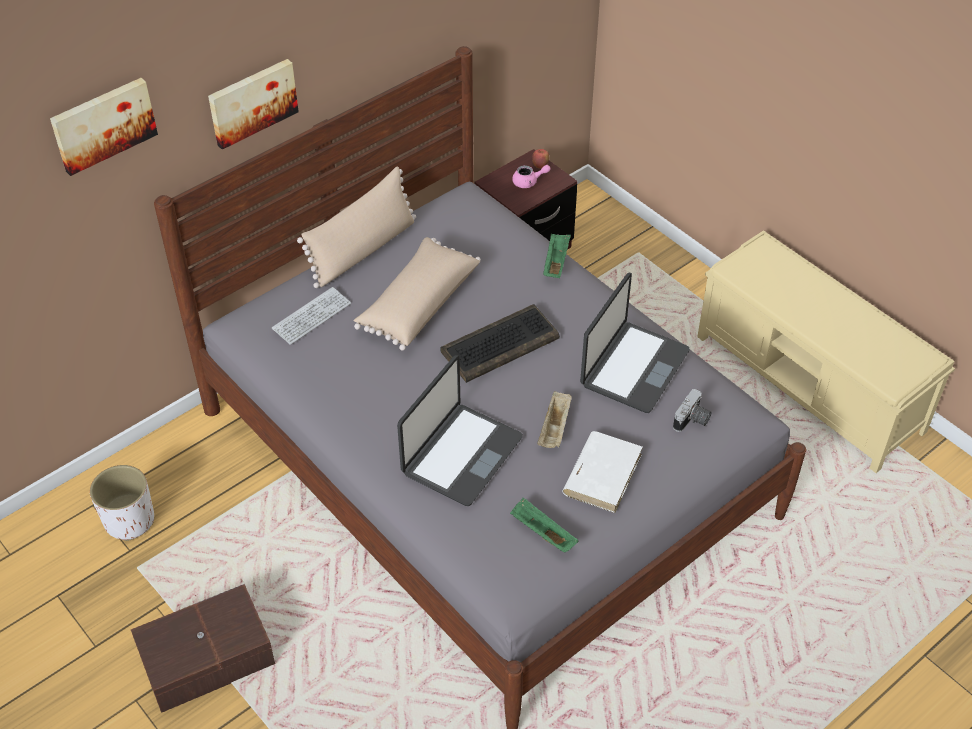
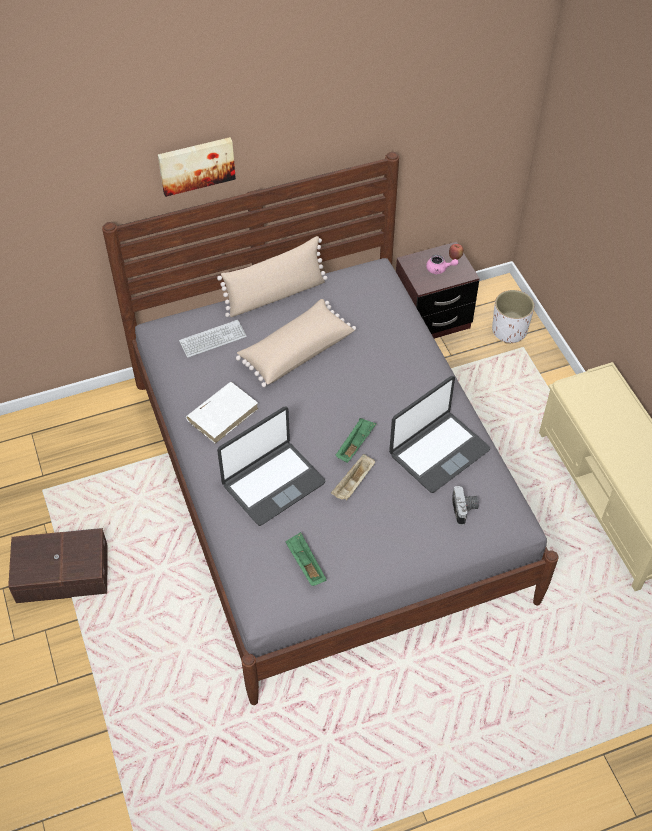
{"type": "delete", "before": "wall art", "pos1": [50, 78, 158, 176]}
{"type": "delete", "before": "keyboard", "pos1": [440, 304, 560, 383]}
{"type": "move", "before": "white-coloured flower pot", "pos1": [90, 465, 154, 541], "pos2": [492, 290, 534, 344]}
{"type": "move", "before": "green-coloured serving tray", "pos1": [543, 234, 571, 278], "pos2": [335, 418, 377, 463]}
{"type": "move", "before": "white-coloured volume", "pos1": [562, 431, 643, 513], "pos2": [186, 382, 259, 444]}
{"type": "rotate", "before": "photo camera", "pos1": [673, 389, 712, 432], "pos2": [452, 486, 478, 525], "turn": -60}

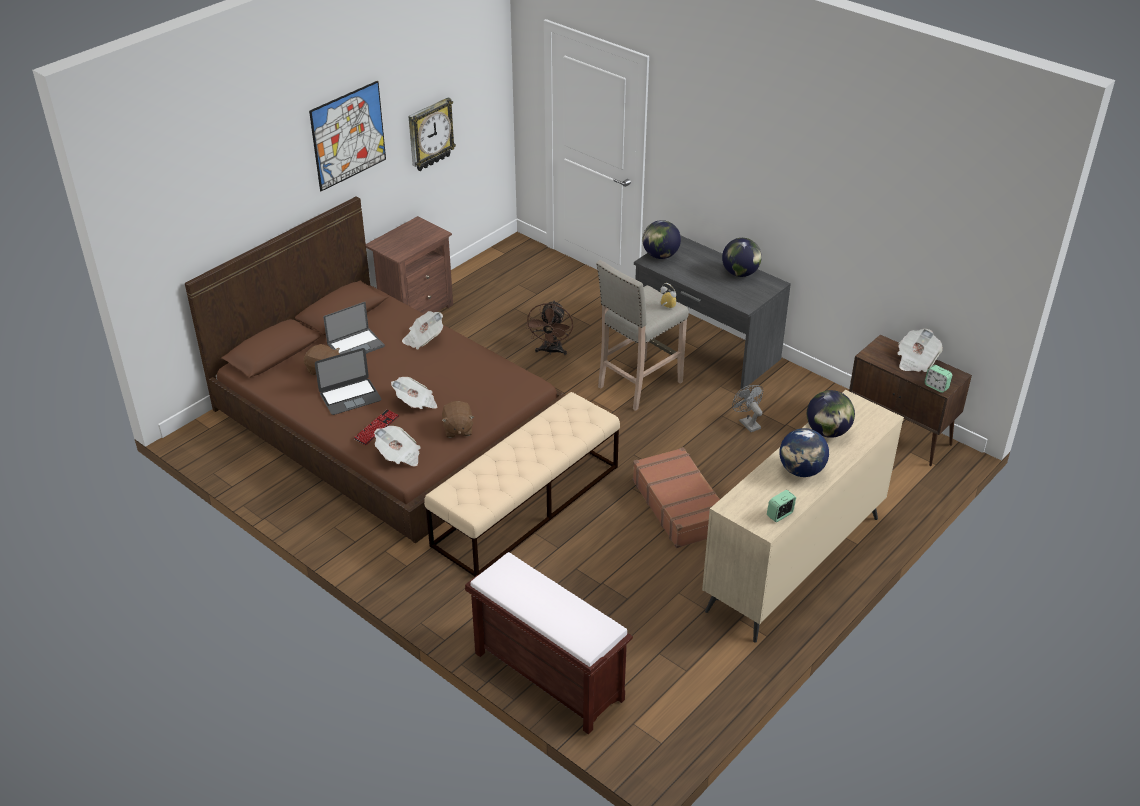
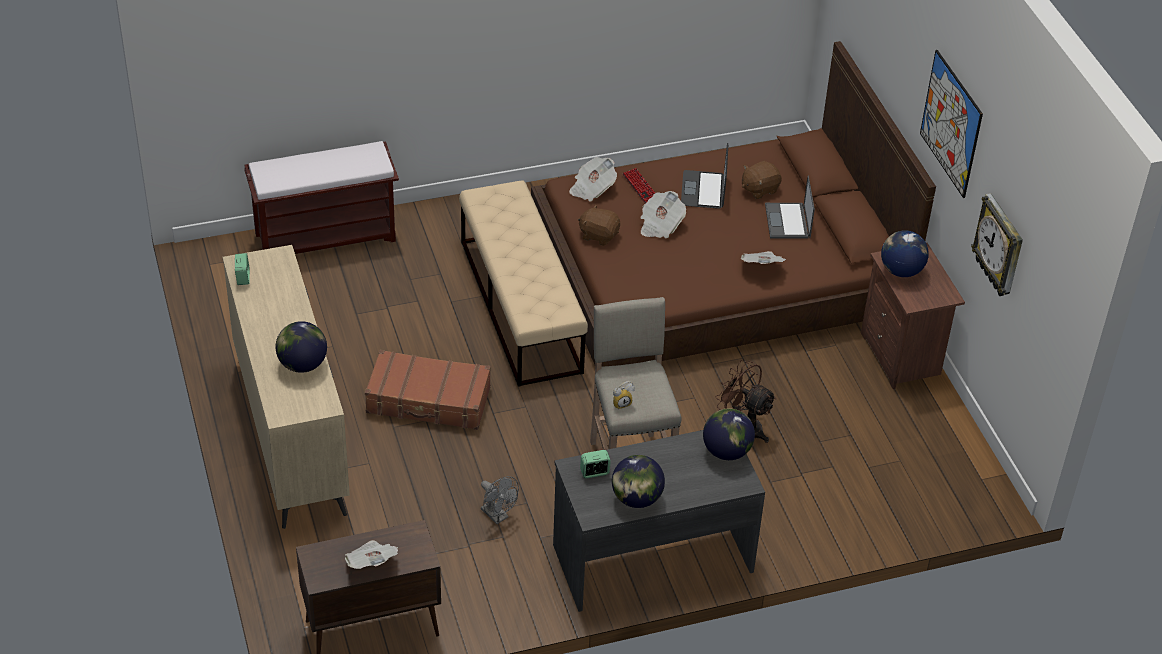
{"type": "move", "before": "world globe", "pos1": [780, 428, 829, 477], "pos2": [881, 230, 929, 277]}
{"type": "move", "before": "table clock", "pos1": [925, 365, 952, 393], "pos2": [580, 450, 611, 478]}
{"type": "rotate", "before": "gray cooling fan", "pos1": [732, 385, 763, 432], "pos2": [481, 476, 519, 524], "turn": 45}

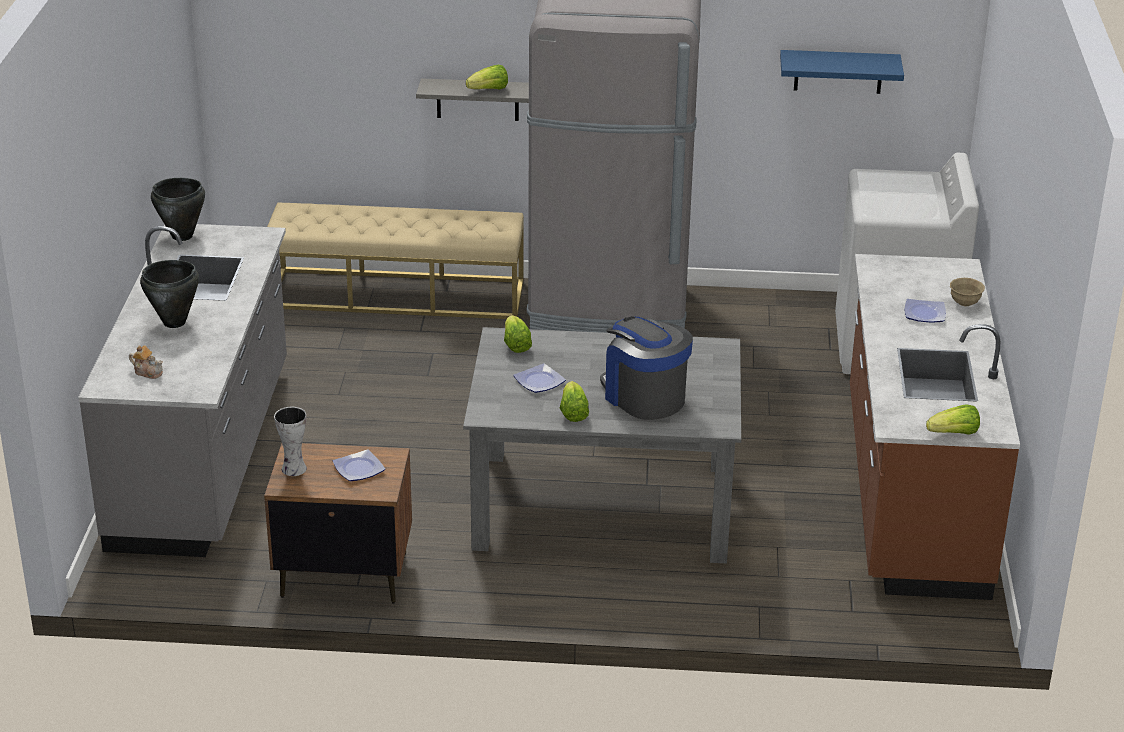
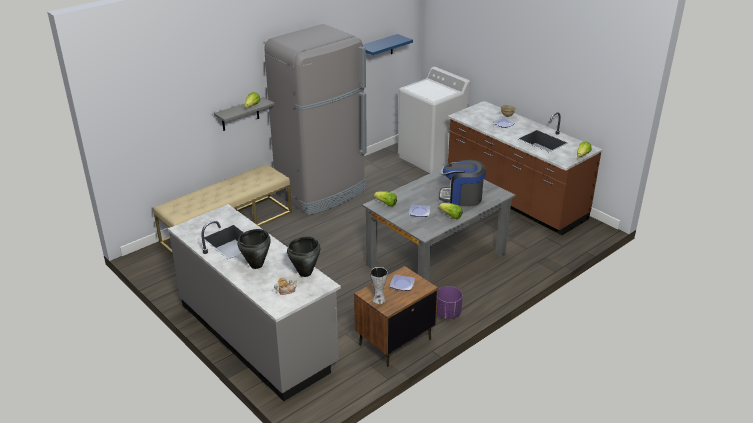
{"type": "insert", "after": "purplish flower pot", "pos2": [437, 286, 463, 319]}
{"type": "move", "before": "black stockpot", "pos1": [151, 178, 205, 241], "pos2": [287, 237, 320, 277]}

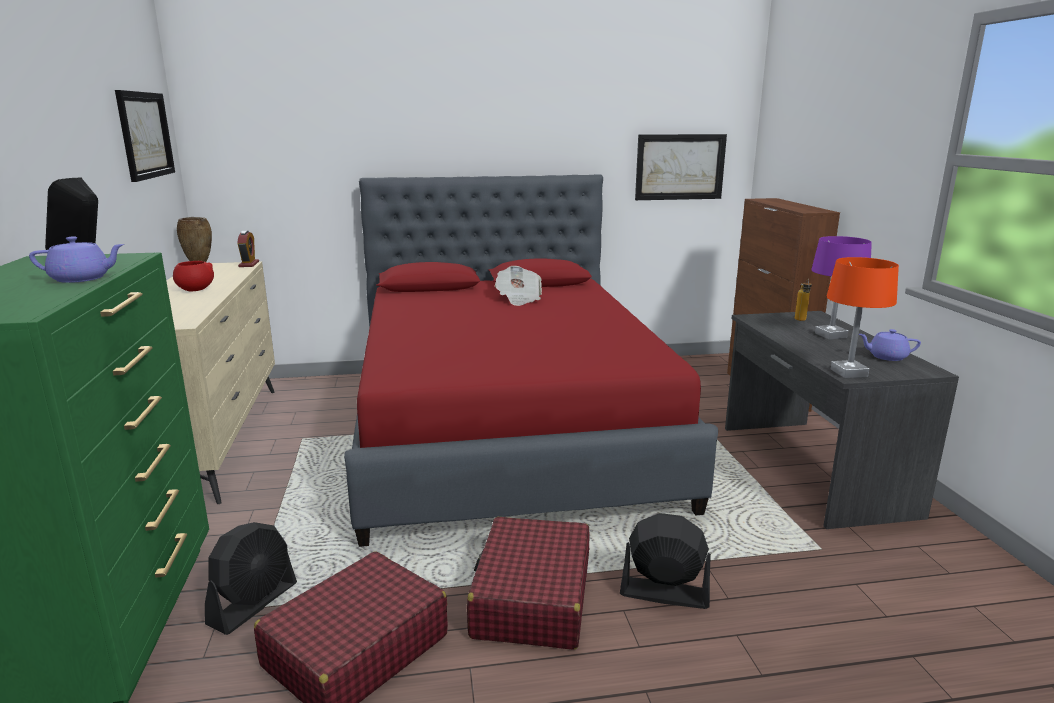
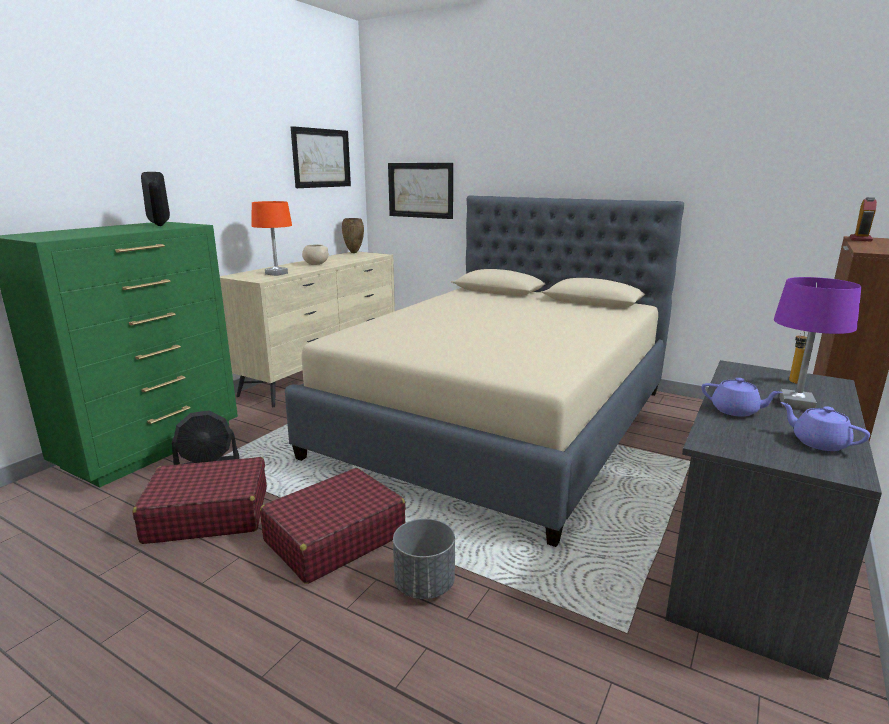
{"type": "delete", "before": "daily paper", "pos1": [495, 266, 542, 306]}
{"type": "move", "before": "purplish pot for tea", "pos1": [29, 236, 124, 283], "pos2": [702, 378, 783, 417]}
{"type": "move", "before": "table clock", "pos1": [237, 231, 259, 267], "pos2": [850, 197, 877, 242]}
{"type": "move", "before": "wall art", "pos1": [635, 134, 727, 200], "pos2": [388, 163, 453, 219]}
{"type": "move", "before": "orange table lamp", "pos1": [827, 257, 899, 378], "pos2": [252, 201, 292, 276]}
{"type": "replace", "before": "black cooling fan", "after": "gray flower pot", "pos1": [620, 513, 711, 609], "pos2": [393, 519, 455, 599]}
{"type": "recolor", "before": "reddish deep dish", "after": "beige deep dish", "pos1": [173, 261, 214, 291], "pos2": [302, 245, 329, 265]}
{"type": "recolor", "before": "reddish bed", "after": "beige bed", "pos1": [344, 175, 718, 547], "pos2": [285, 195, 684, 547]}

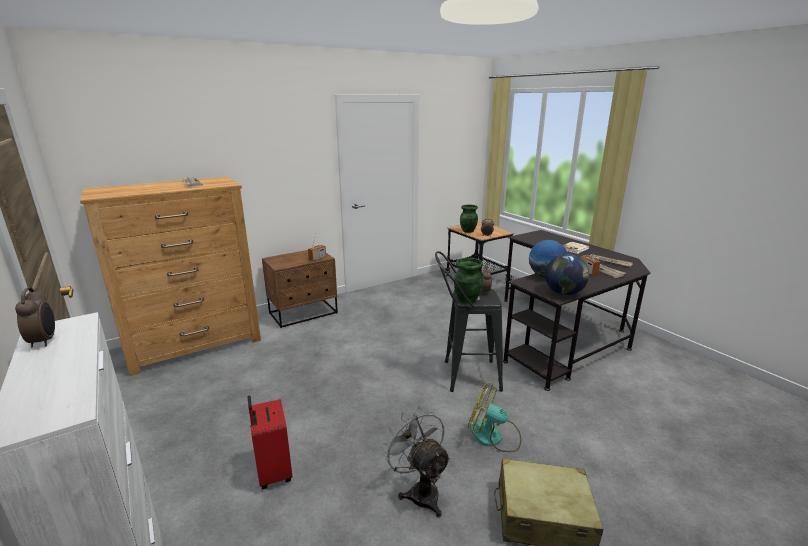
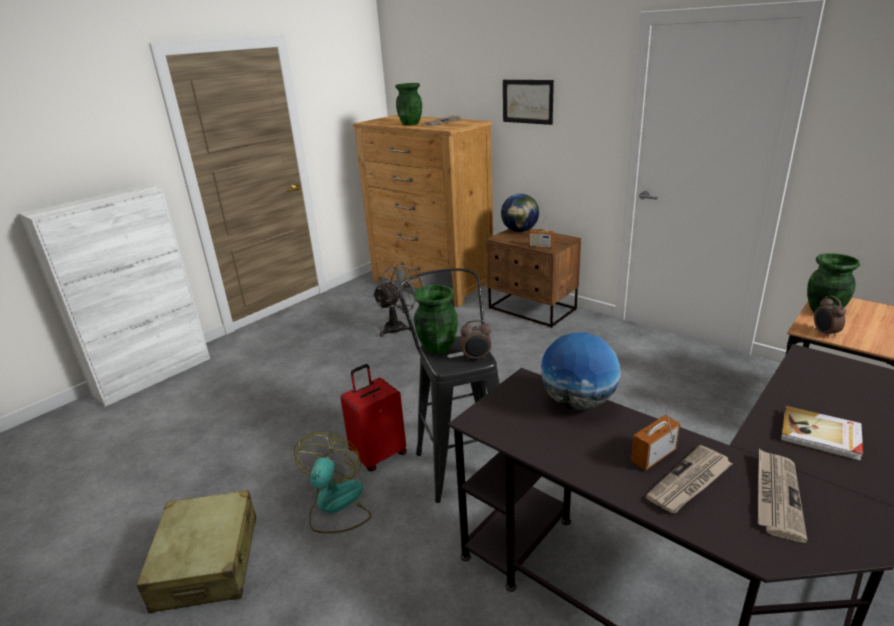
{"type": "delete", "before": "table clock", "pos1": [15, 287, 55, 347]}
{"type": "insert", "after": "green-coloured flower vase", "pos2": [395, 83, 422, 125]}
{"type": "insert", "after": "wall art", "pos2": [503, 80, 554, 125]}
{"type": "move", "before": "reddish piece of luggage", "pos1": [247, 396, 293, 489], "pos2": [340, 364, 407, 471]}
{"type": "move", "before": "gray cooling fan", "pos1": [381, 406, 451, 517], "pos2": [372, 264, 419, 337]}
{"type": "move", "before": "world globe", "pos1": [545, 254, 589, 295], "pos2": [501, 194, 539, 232]}

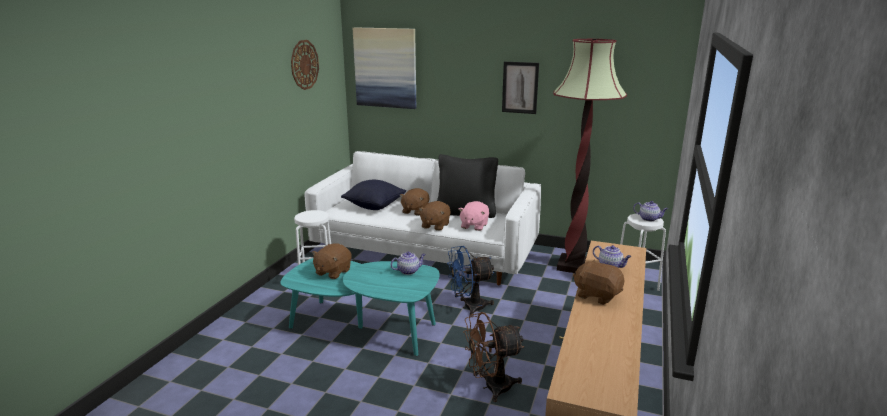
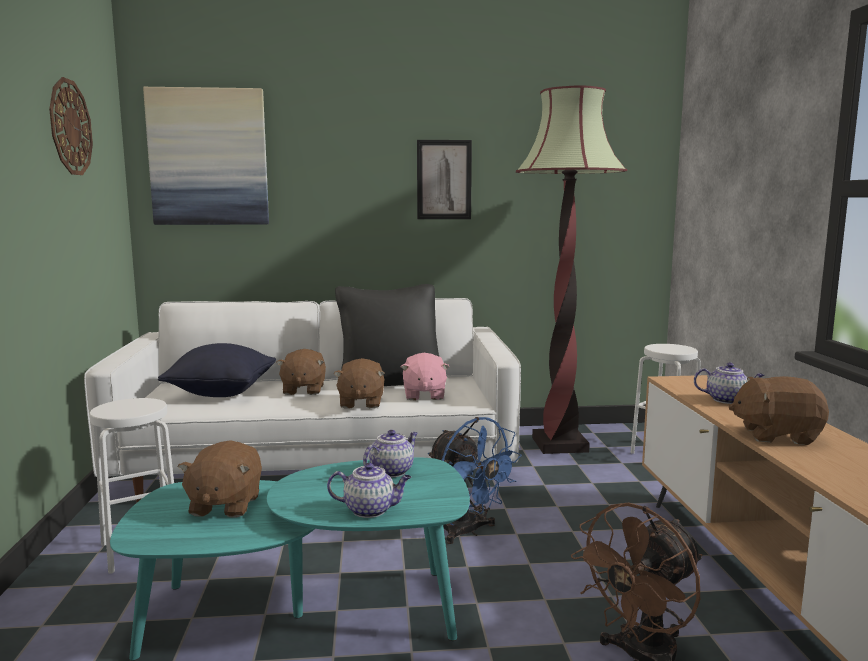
{"type": "move", "before": "pot for tea", "pos1": [633, 201, 668, 221], "pos2": [327, 463, 411, 518]}
{"type": "rotate", "before": "bluish cooling fan", "pos1": [447, 246, 495, 317], "pos2": [428, 417, 522, 544], "turn": -90}

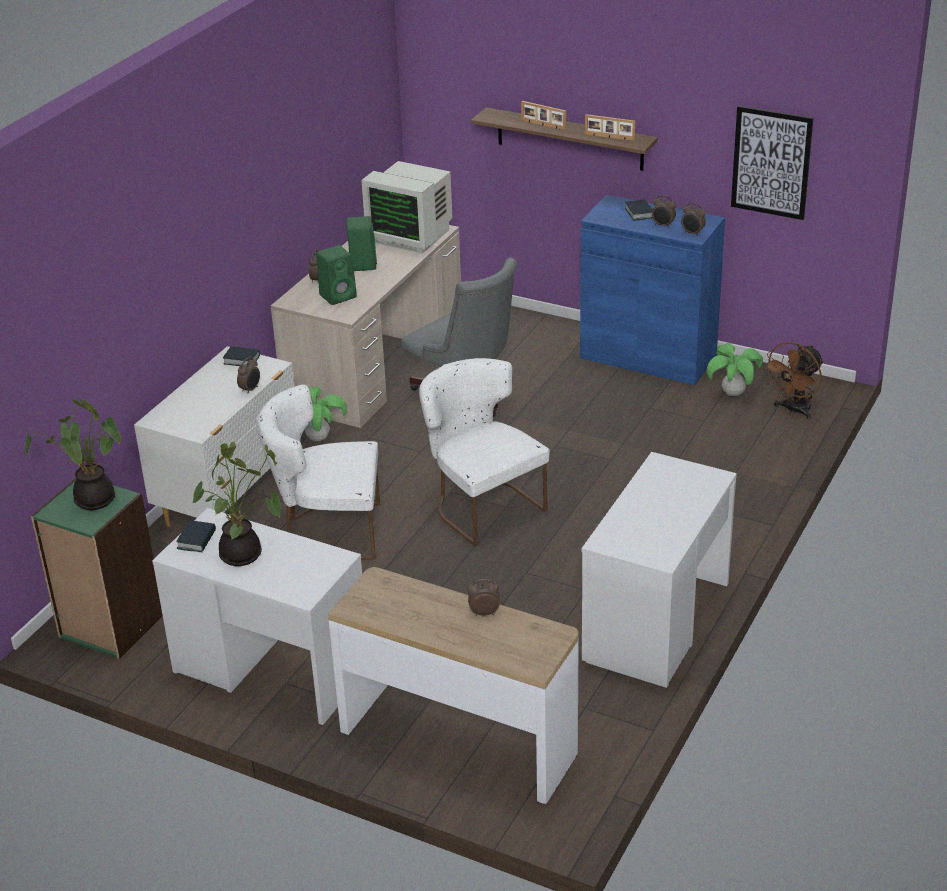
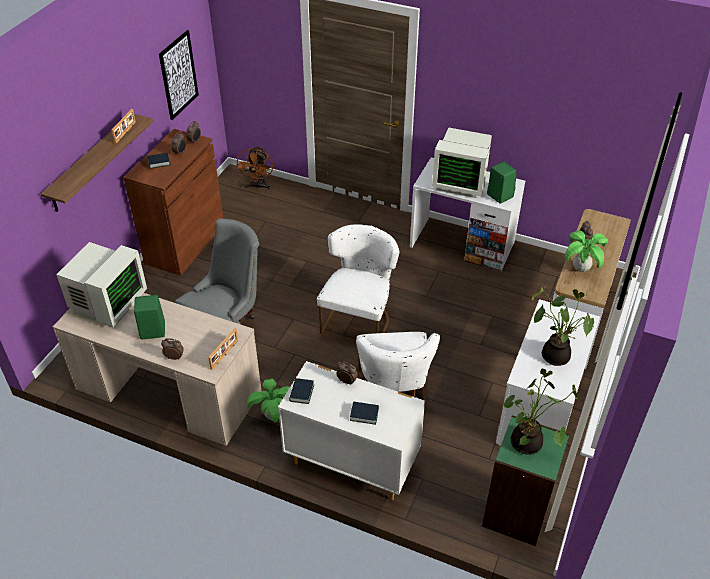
{"type": "insert", "after": "monitor", "pos2": [432, 127, 492, 198]}
{"type": "move", "before": "volume", "pos1": [176, 520, 216, 552], "pos2": [350, 401, 379, 425]}
{"type": "move", "before": "green-coloured loudspeaker", "pos1": [317, 245, 357, 305], "pos2": [487, 162, 517, 204]}
{"type": "move", "before": "photo frame", "pos1": [521, 101, 566, 130], "pos2": [208, 328, 238, 370]}
{"type": "move", "before": "potted plant", "pos1": [707, 343, 763, 396], "pos2": [565, 230, 608, 272]}
{"type": "recolor", "before": "bluish cupboard", "after": "brownish cupboard", "pos1": [580, 195, 725, 385], "pos2": [123, 129, 224, 276]}
{"type": "rotate", "before": "white-coloured plain chair", "pos1": [419, 358, 550, 546], "pos2": [317, 224, 399, 334], "turn": 150}
{"type": "rotate", "before": "brownish cooling fan", "pos1": [762, 342, 824, 419], "pos2": [235, 146, 273, 190], "turn": 60}

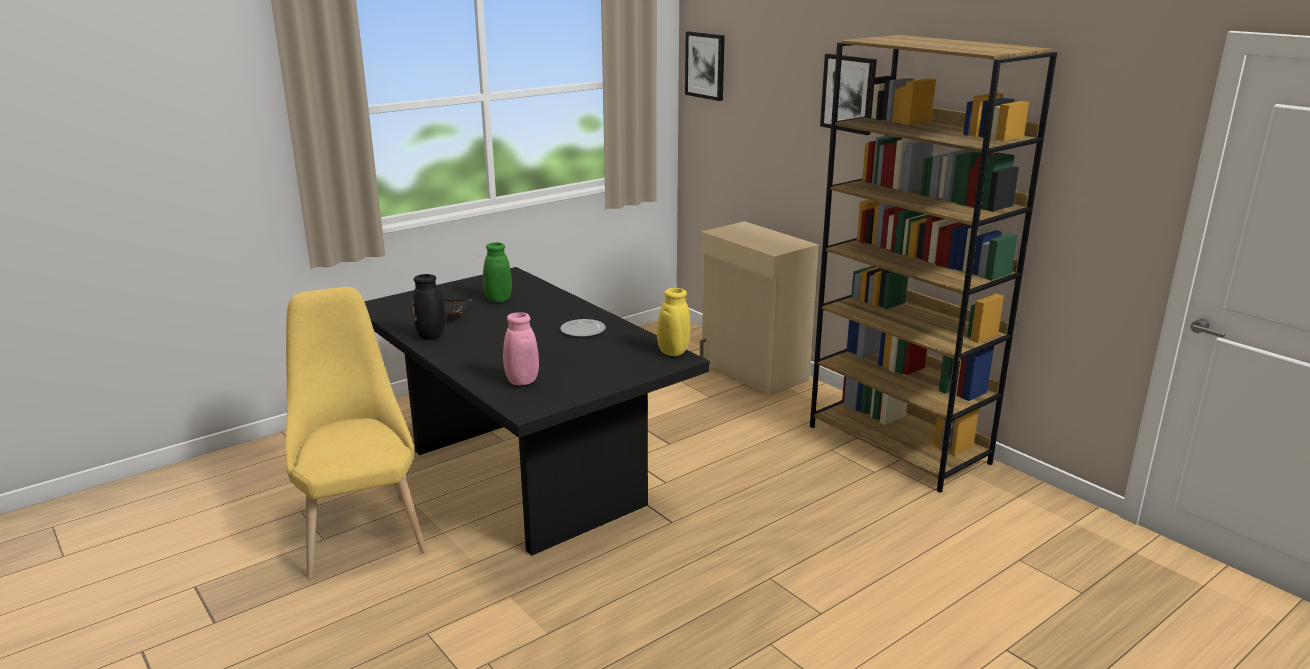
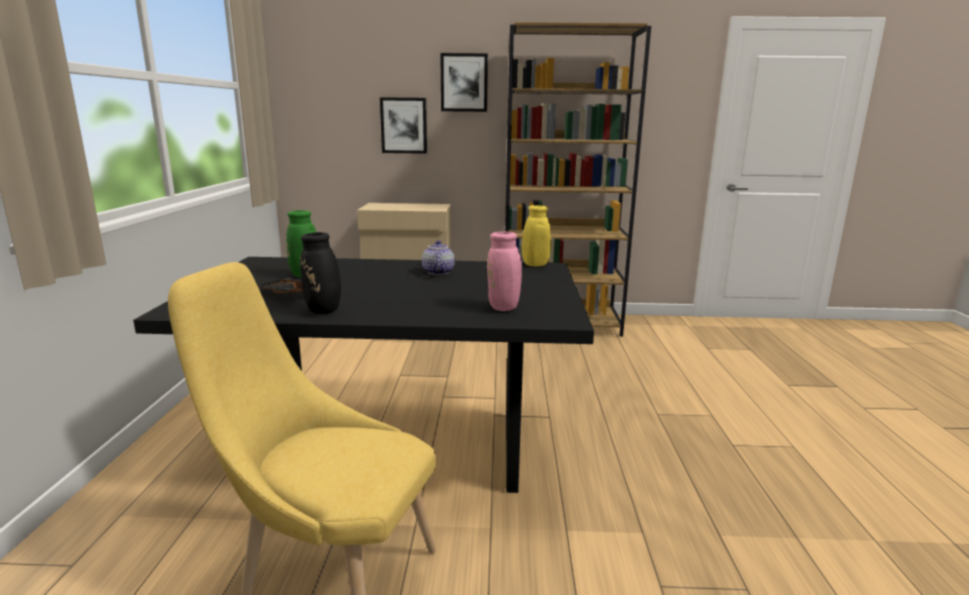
{"type": "move", "before": "wall art", "pos1": [685, 31, 725, 101], "pos2": [380, 97, 427, 154]}
{"type": "replace", "before": "dinner plate", "after": "pot for tea", "pos1": [560, 319, 606, 337], "pos2": [422, 240, 455, 275]}

